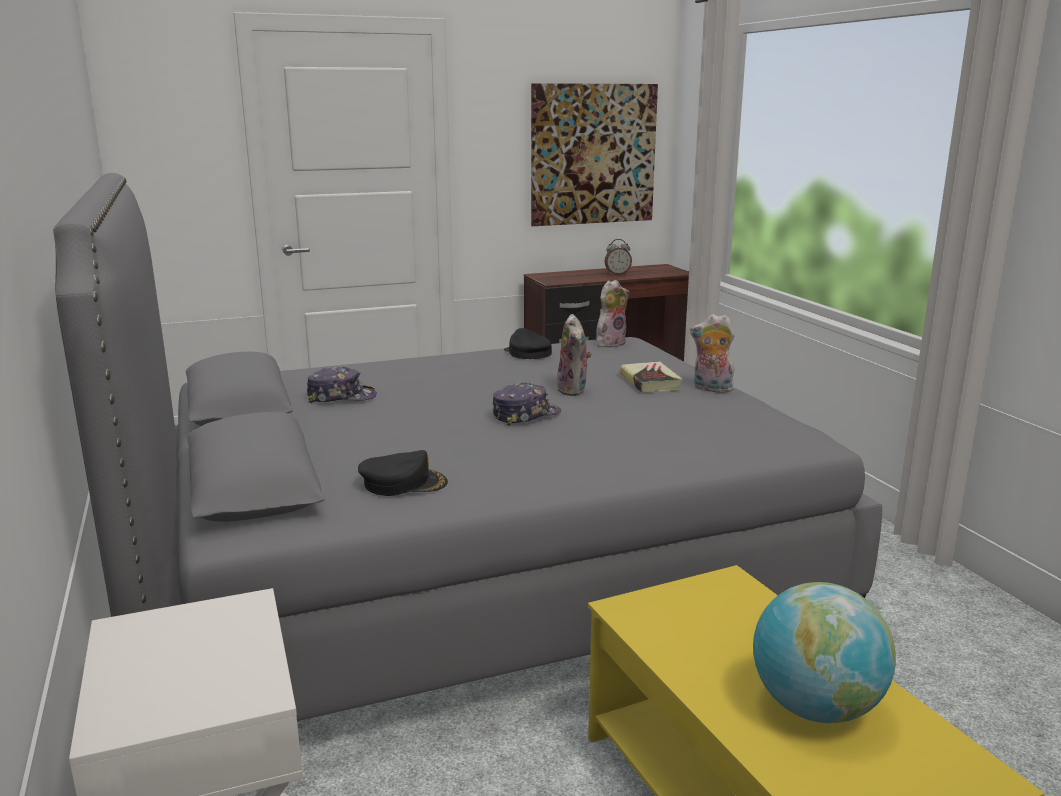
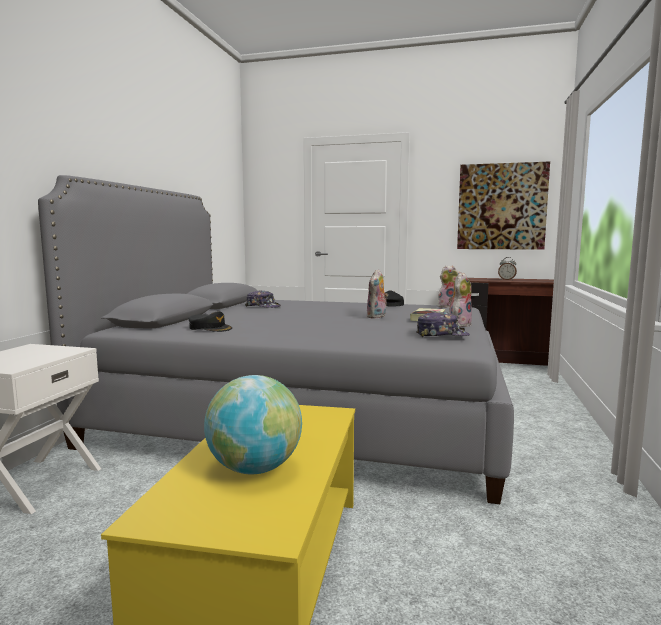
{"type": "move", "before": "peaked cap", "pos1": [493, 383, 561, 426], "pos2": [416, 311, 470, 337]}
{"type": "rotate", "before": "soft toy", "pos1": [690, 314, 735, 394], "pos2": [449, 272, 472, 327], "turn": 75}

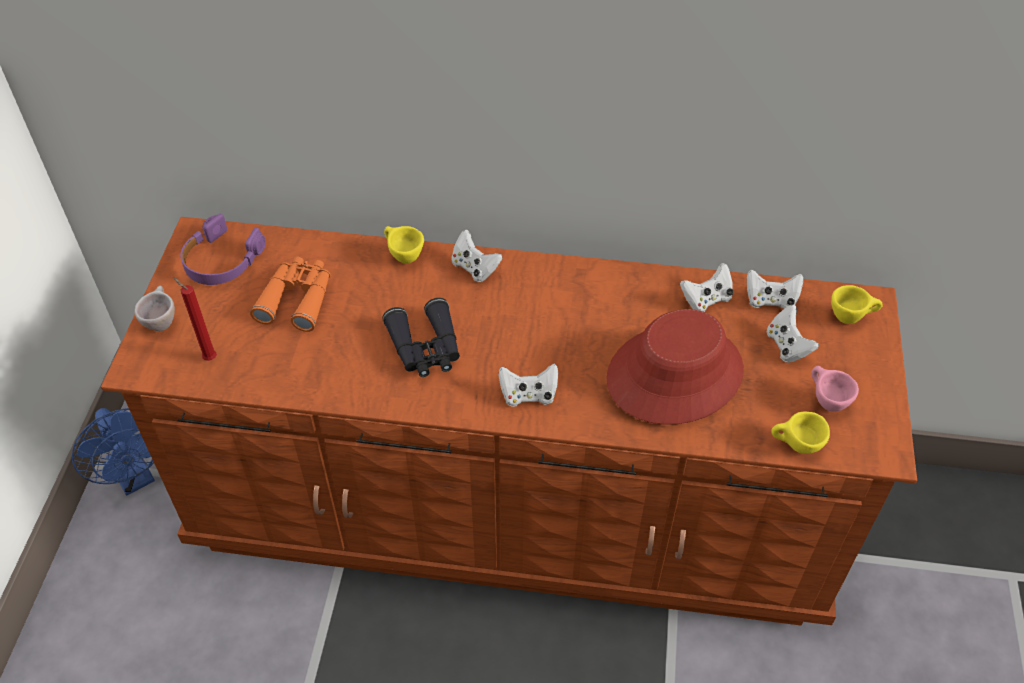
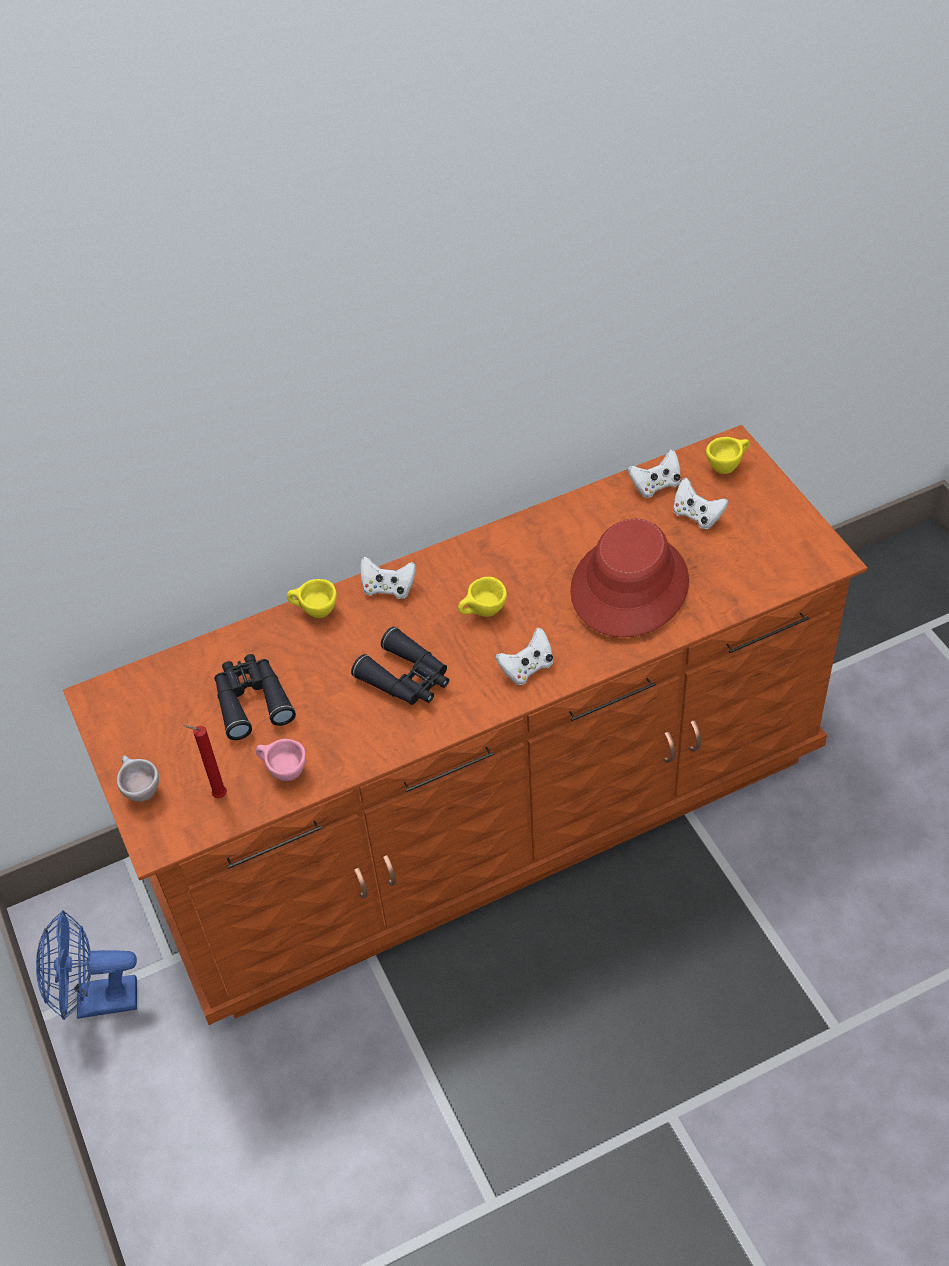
{"type": "delete", "before": "purplish pair of headphones", "pos1": [180, 214, 266, 285]}
{"type": "delete", "before": "white-coloured game controller", "pos1": [680, 263, 734, 312]}
{"type": "move", "before": "yellow-coloured drinking cup", "pos1": [771, 411, 830, 454], "pos2": [458, 577, 507, 617]}
{"type": "move", "before": "pink drinking cup", "pos1": [811, 366, 859, 412], "pos2": [256, 739, 306, 781]}
{"type": "recolor", "before": "orange field glasses", "after": "black field glasses", "pos1": [250, 256, 330, 332], "pos2": [214, 654, 296, 740]}
{"type": "rotate", "before": "bluish cooling fan", "pos1": [72, 408, 155, 495], "pos2": [36, 910, 137, 1020], "turn": 150}

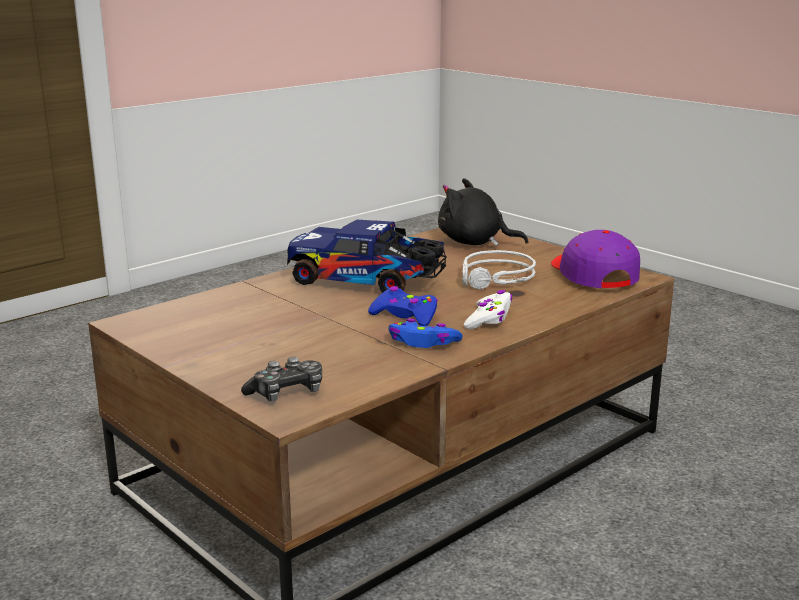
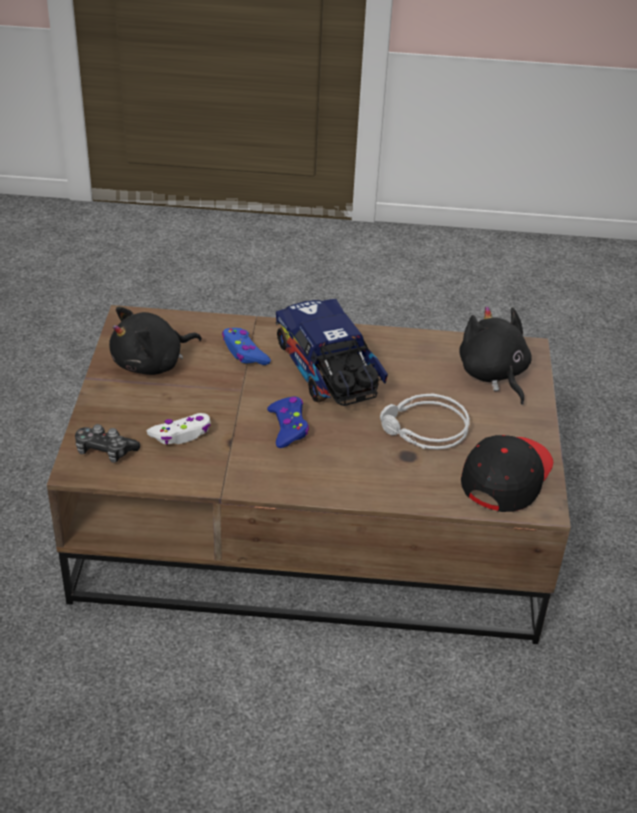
{"type": "insert", "after": "black soft toy", "pos2": [109, 307, 202, 375]}
{"type": "move", "before": "bluish game controller", "pos1": [388, 319, 463, 348], "pos2": [222, 328, 271, 365]}
{"type": "move", "before": "white-coloured game controller", "pos1": [464, 290, 512, 329], "pos2": [147, 413, 211, 444]}
{"type": "recolor", "before": "purplish peaked cap", "after": "black peaked cap", "pos1": [551, 230, 640, 288], "pos2": [461, 435, 553, 512]}

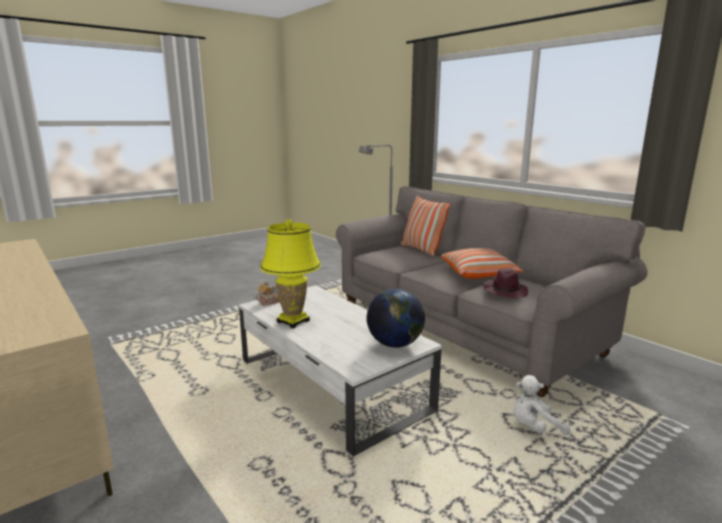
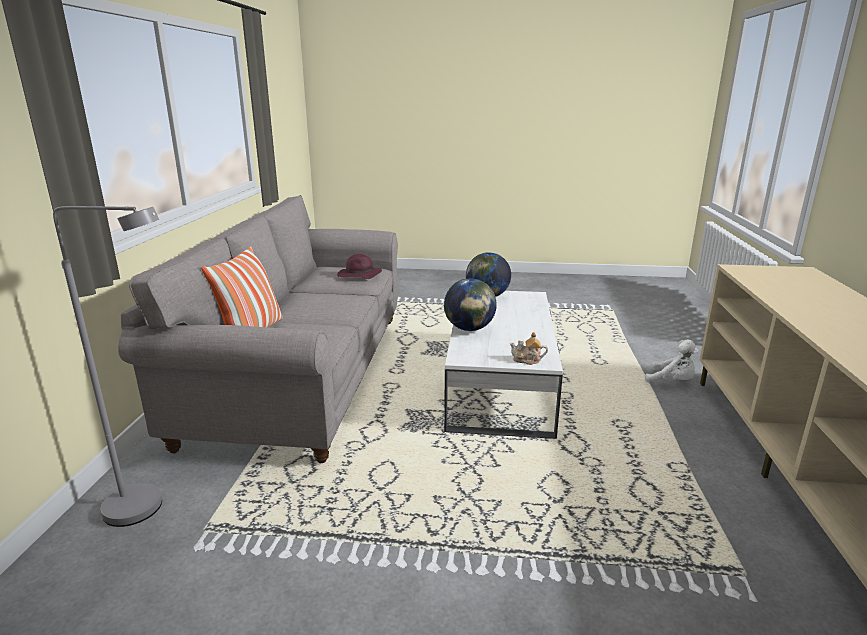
{"type": "delete", "before": "yellow-coloured table lamp", "pos1": [260, 219, 321, 328]}
{"type": "delete", "before": "throw pillow", "pos1": [441, 248, 523, 279]}
{"type": "insert", "after": "world globe", "pos2": [444, 278, 497, 331]}
{"type": "move", "before": "white-coloured soft toy", "pos1": [513, 375, 570, 435], "pos2": [645, 340, 698, 382]}

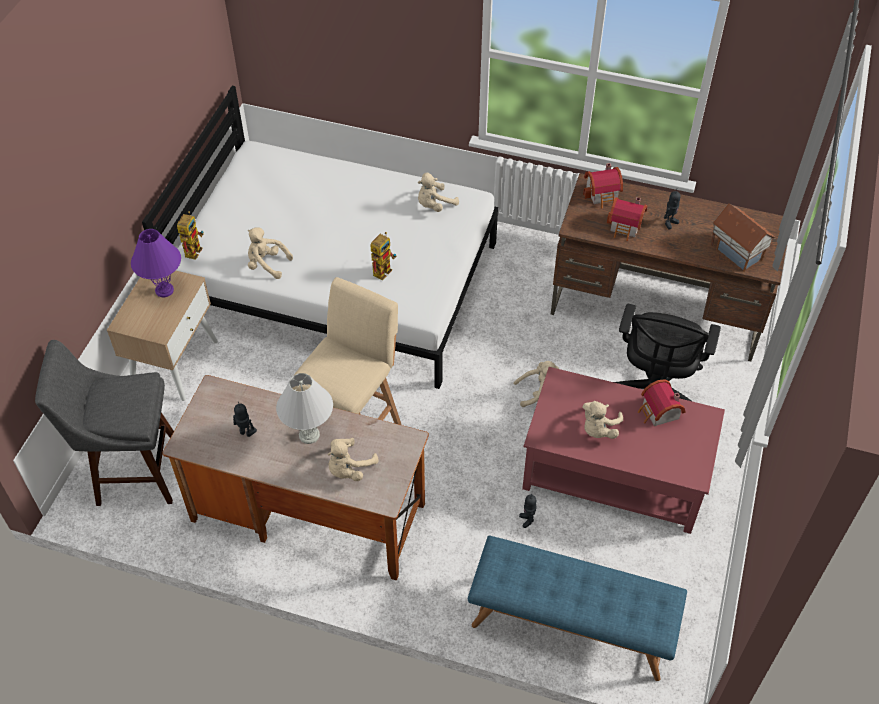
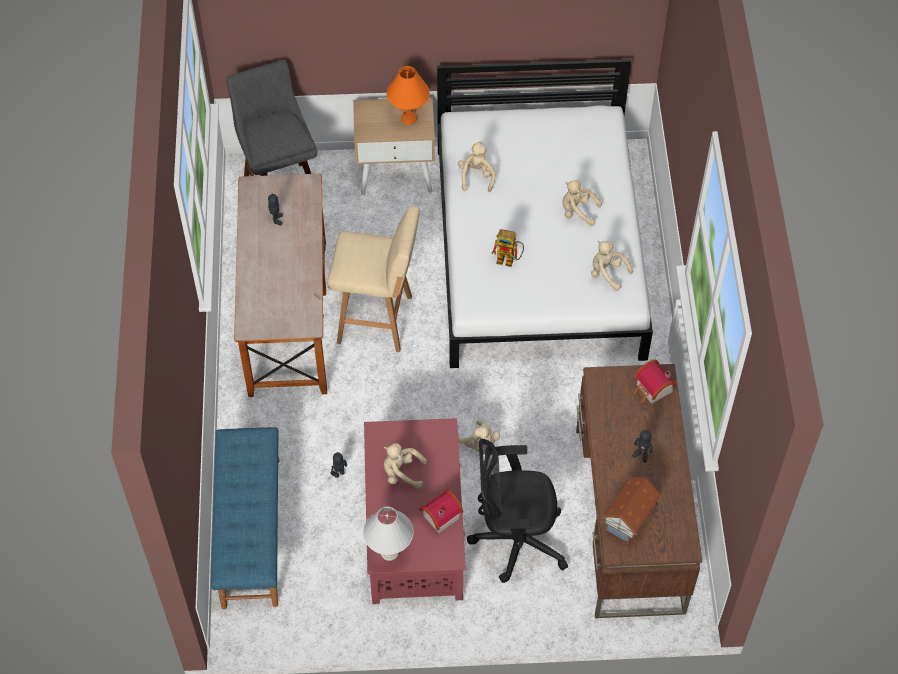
{"type": "delete", "before": "toy robot", "pos1": [177, 211, 204, 260]}
{"type": "delete", "before": "toy house", "pos1": [607, 197, 647, 241]}
{"type": "move", "before": "white-coloured table lamp", "pos1": [276, 373, 333, 444], "pos2": [363, 506, 414, 561]}
{"type": "move", "before": "beige soft toy", "pos1": [327, 438, 378, 481], "pos2": [563, 180, 602, 226]}
{"type": "recolor", "before": "purplish table lamp", "after": "orange table lamp", "pos1": [131, 229, 181, 297], "pos2": [387, 66, 430, 125]}

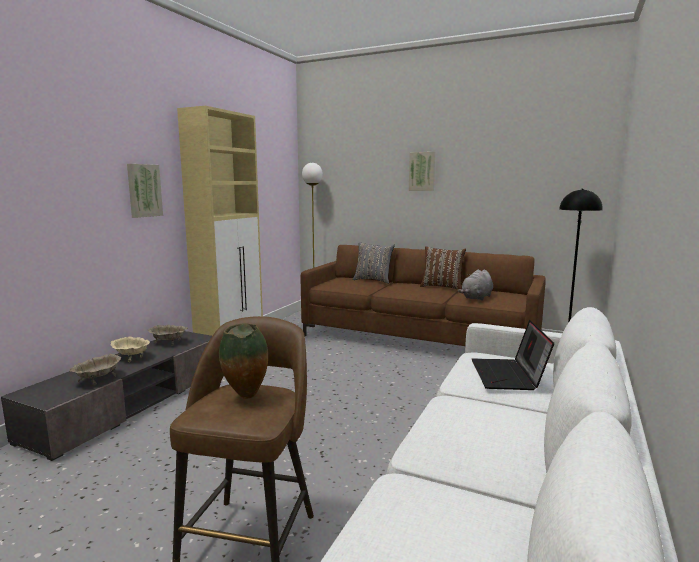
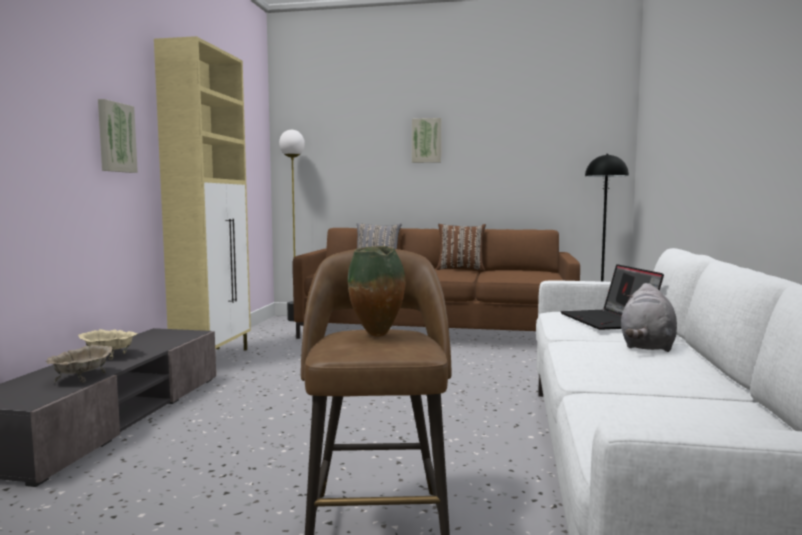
{"type": "delete", "before": "beige deep dish", "pos1": [148, 325, 188, 346]}
{"type": "move", "before": "gray soft toy", "pos1": [458, 270, 493, 301], "pos2": [621, 283, 677, 352]}

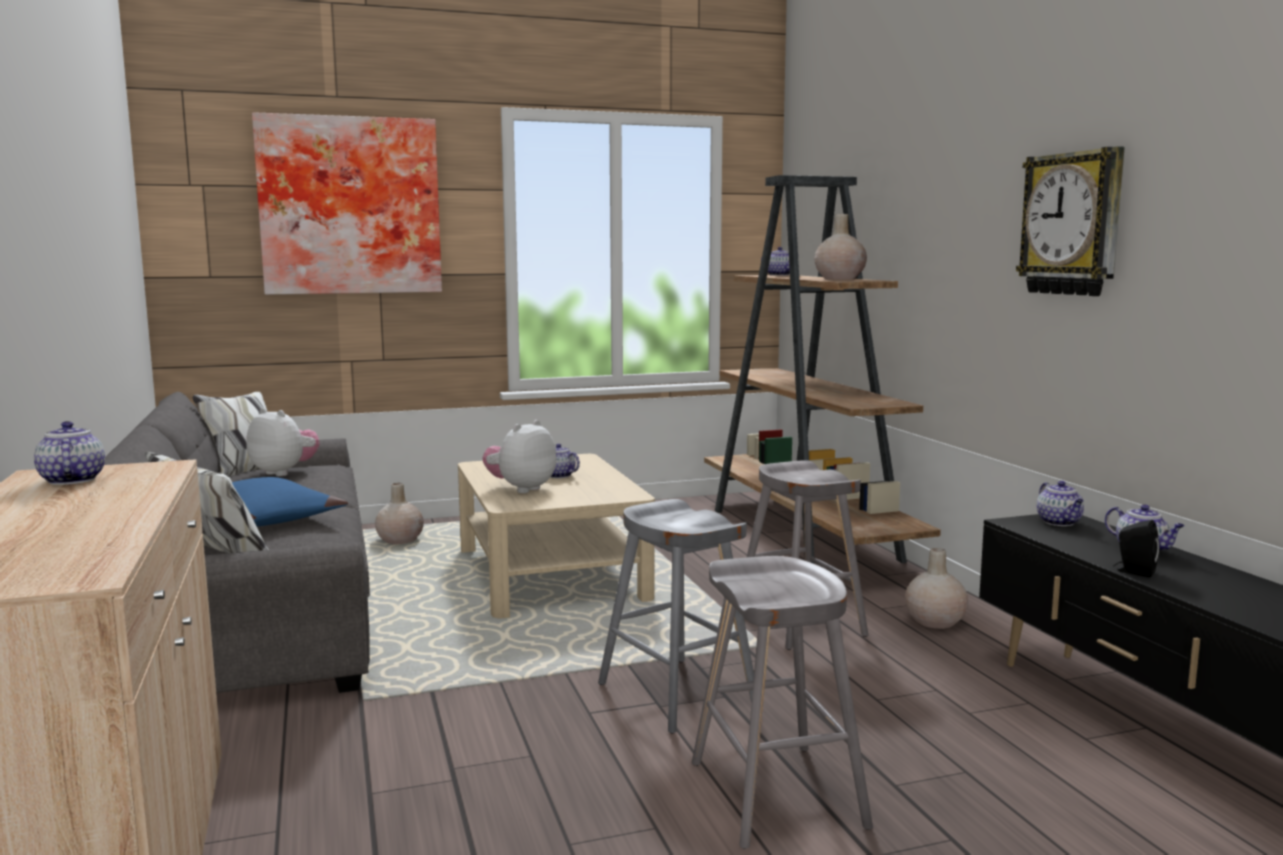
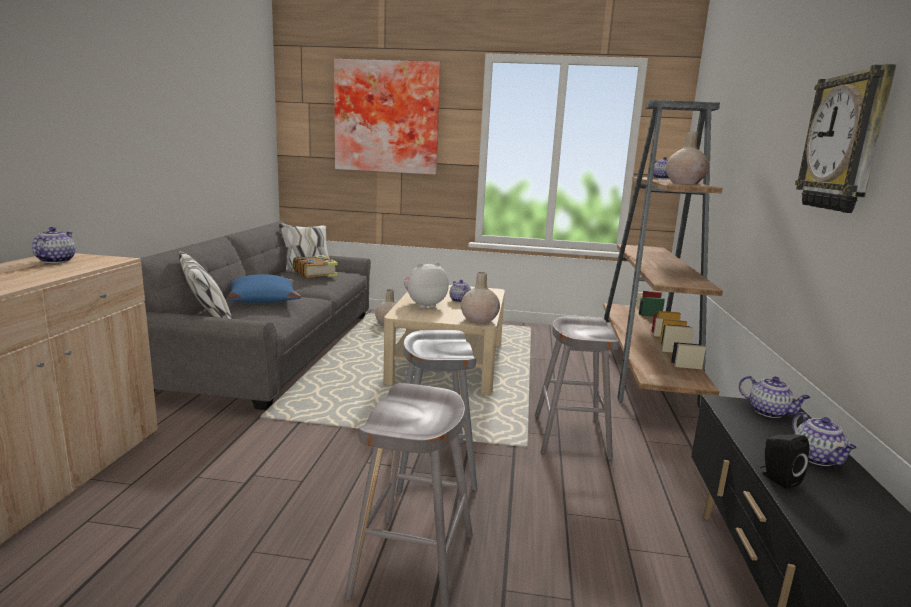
{"type": "move", "before": "beige flower vase", "pos1": [905, 548, 969, 629], "pos2": [461, 272, 500, 324]}
{"type": "replace", "before": "soft toy", "after": "volume", "pos1": [246, 408, 320, 476], "pos2": [293, 255, 338, 278]}
{"type": "rotate", "before": "pot for tea", "pos1": [1037, 481, 1084, 526], "pos2": [739, 376, 811, 418], "turn": -60}

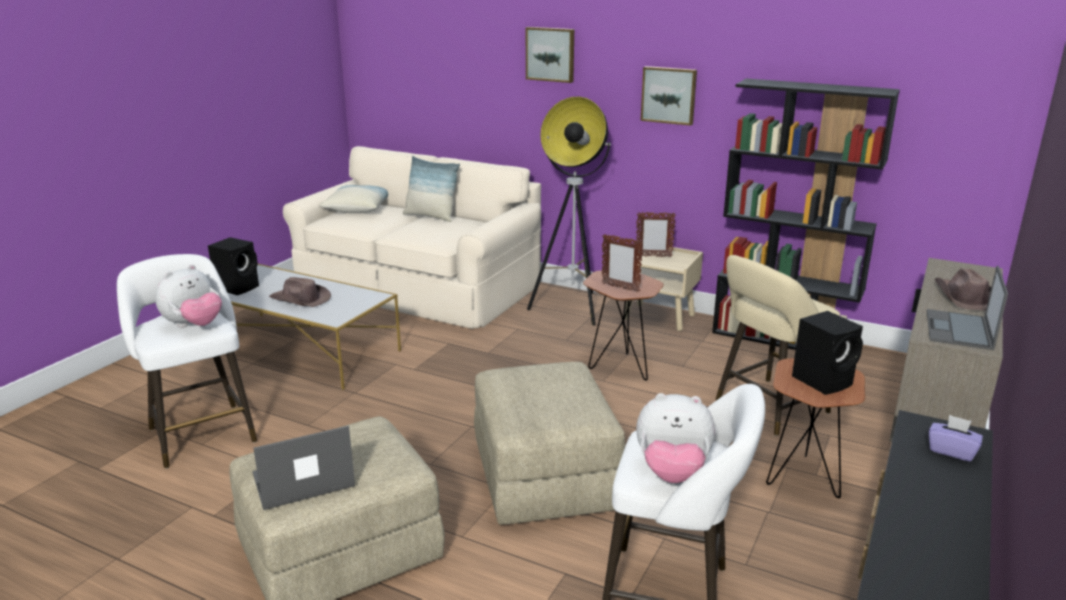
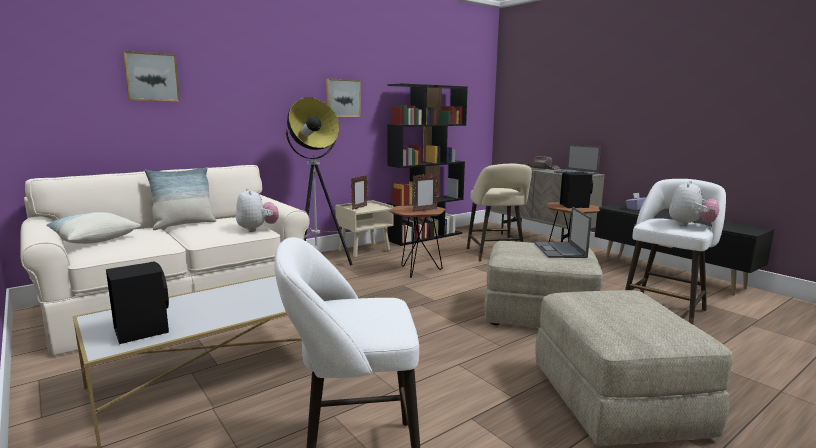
{"type": "delete", "before": "brownish hat", "pos1": [269, 277, 331, 307]}
{"type": "move", "before": "soft toy", "pos1": [155, 265, 222, 328], "pos2": [236, 188, 279, 232]}
{"type": "move", "before": "notebook computer", "pos1": [252, 426, 355, 510], "pos2": [534, 207, 592, 258]}
{"type": "move", "before": "wall art", "pos1": [526, 27, 574, 83], "pos2": [123, 51, 180, 101]}

